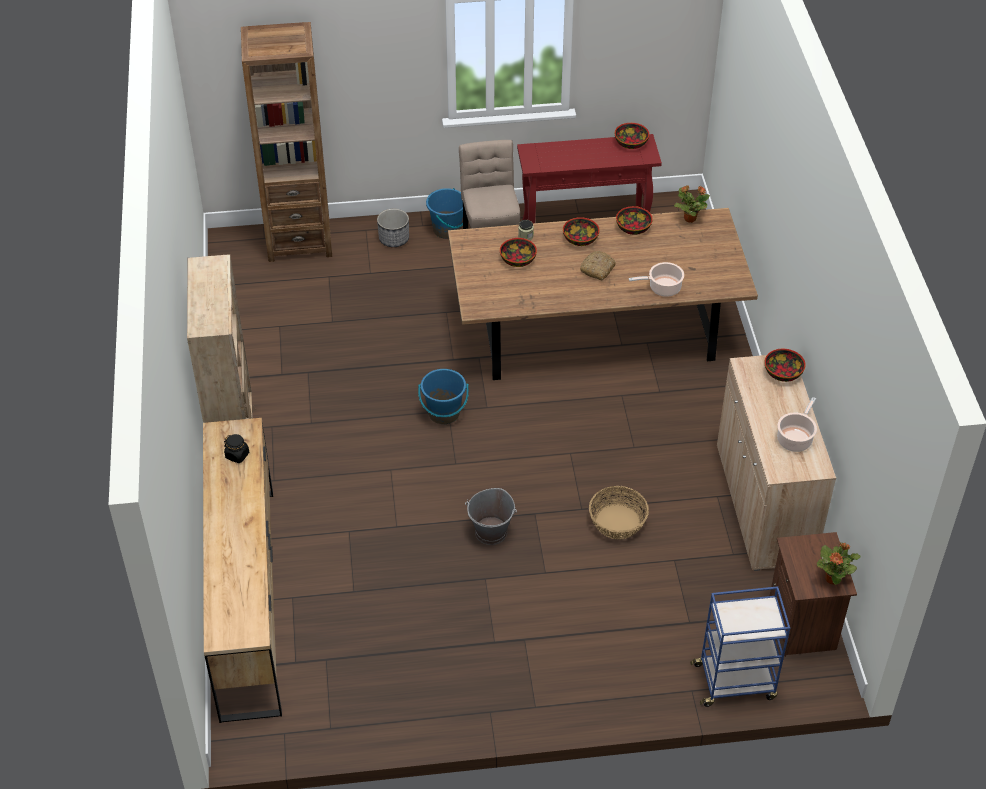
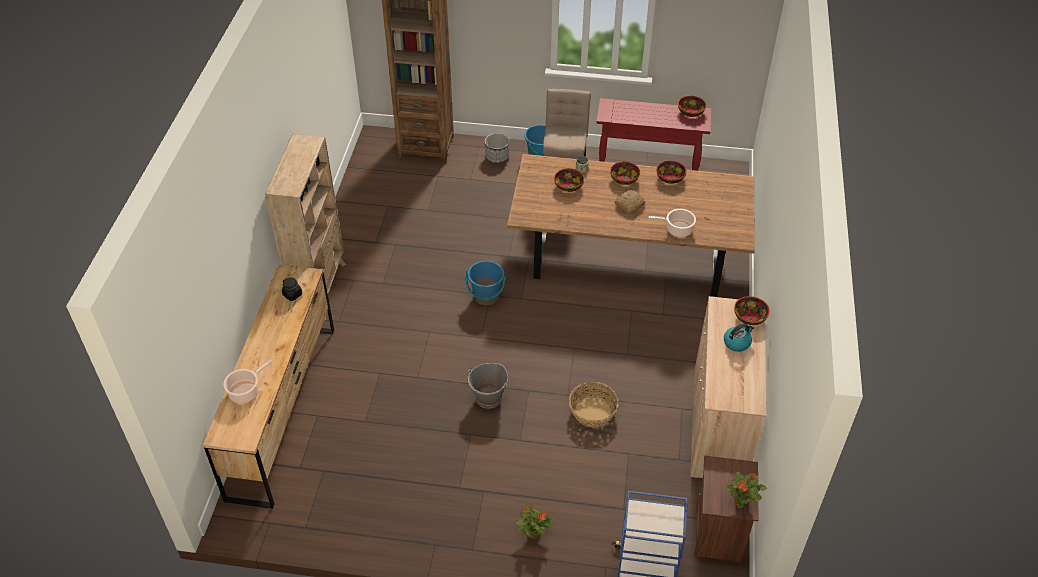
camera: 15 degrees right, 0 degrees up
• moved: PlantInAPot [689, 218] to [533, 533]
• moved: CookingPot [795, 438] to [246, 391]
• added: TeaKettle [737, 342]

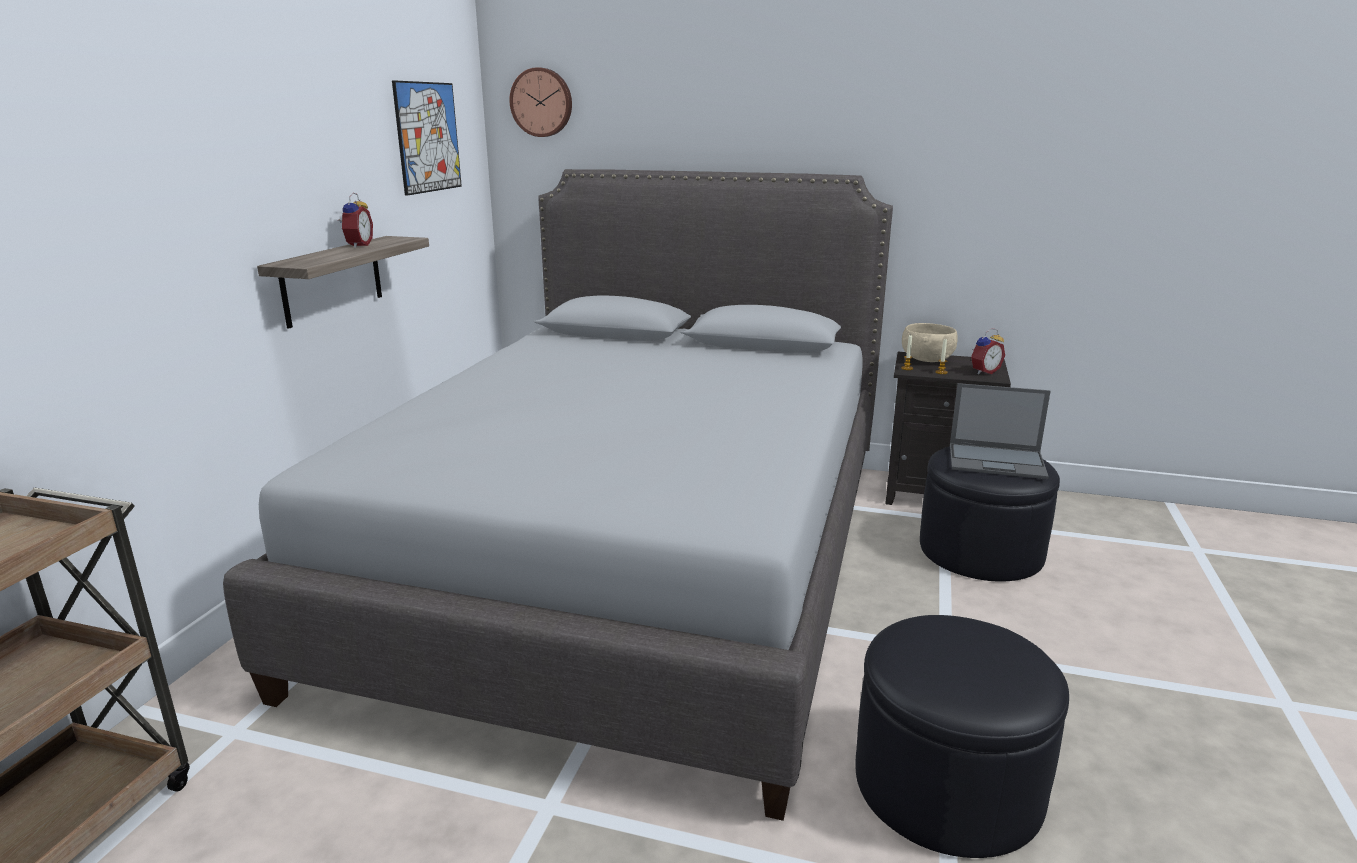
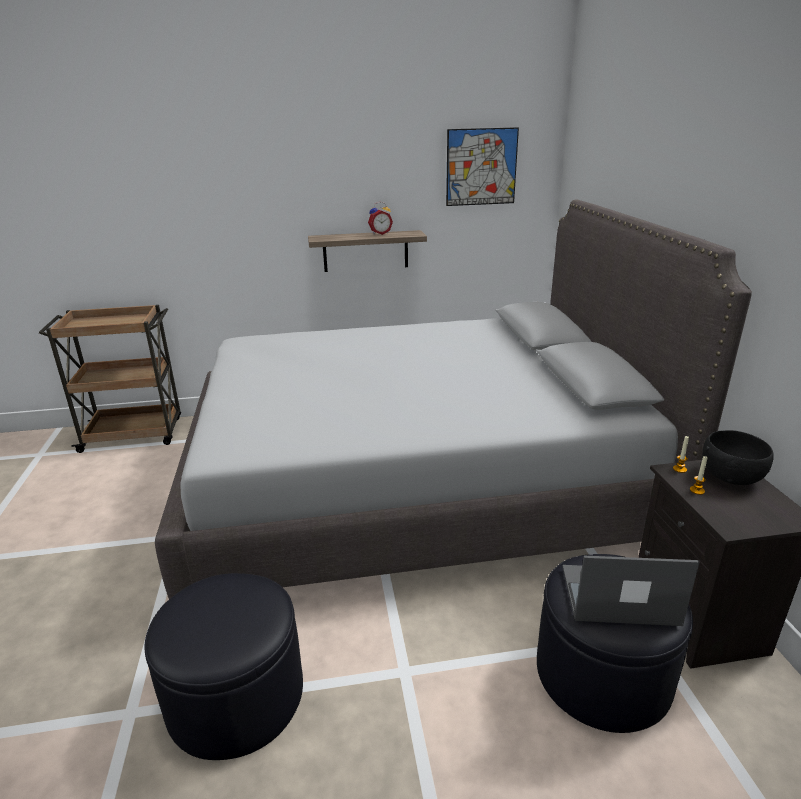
camera: 65 degrees right, 5 degrees up
• removed: HangingClock [542, 102]
• recoloured: BeigeColouredBowl [926, 360] to BlackishBowl [730, 476]
• turned: PortableComputer [997, 461] = [617, 595] 105 degrees clockwise
• removed: BedsideClock [983, 372]

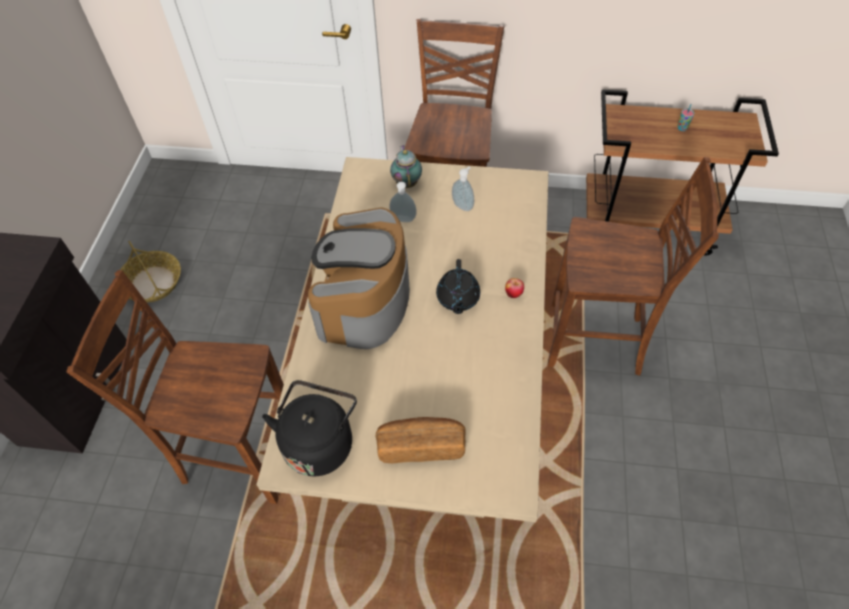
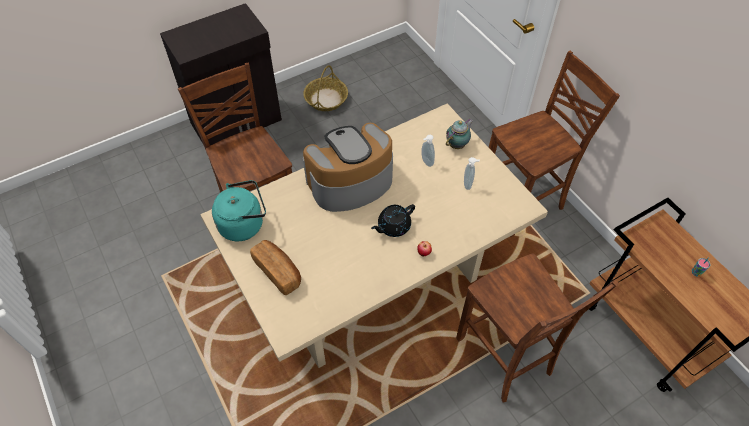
camera: 50 degrees right, 0 degrees up
• recoloured: BlackishTeaKettle [319, 442] to TurquoiseTeaKettle [244, 224]

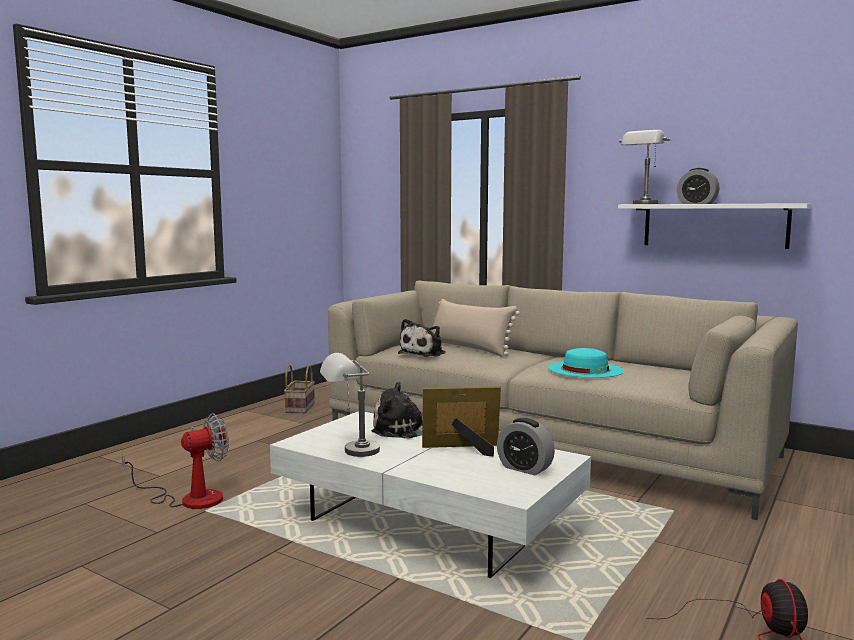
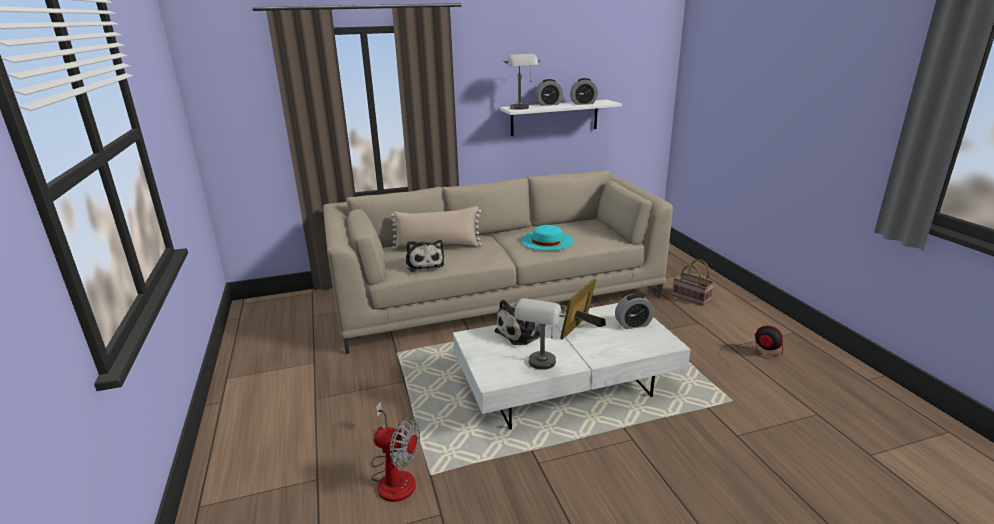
camera: 50 degrees left, 15 degrees up
• turned: ElectricFan [189, 499] = [394, 476] 105 degrees clockwise
• moved: Basket [299, 407] to [690, 297]
• added: BedsideClock [583, 103]

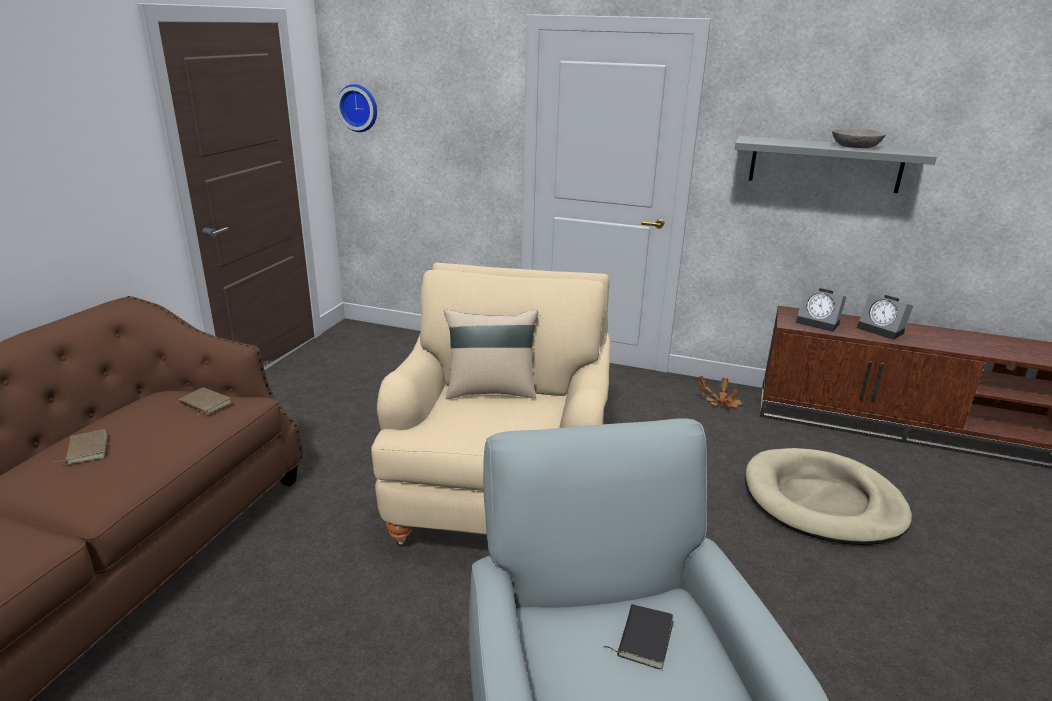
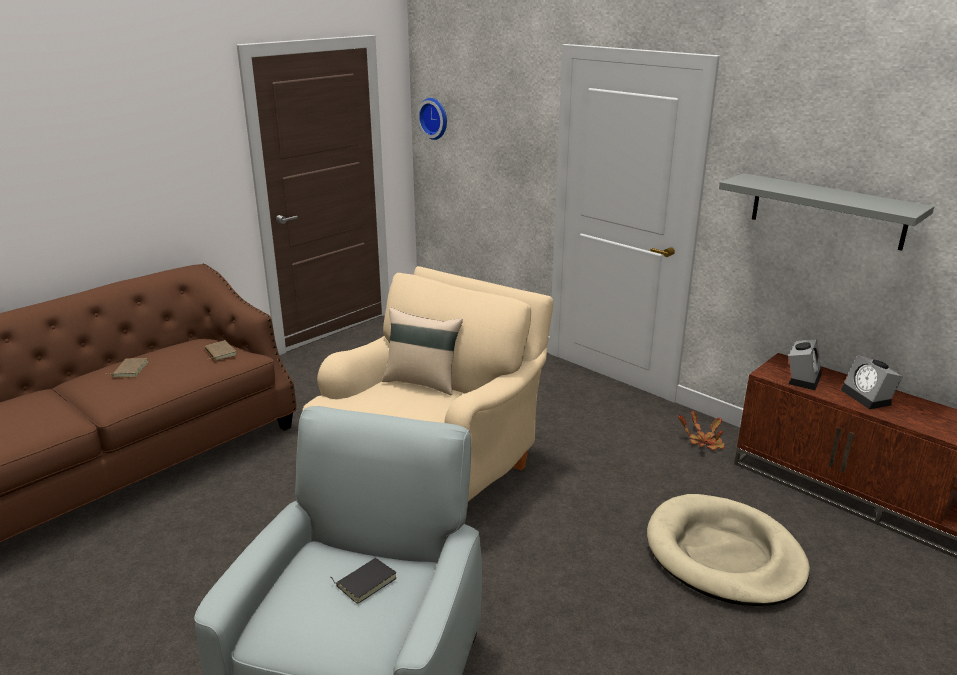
camera: 25 degrees right, 0 degrees up
• turned: BedsideClock [819, 323] = [802, 378] 120 degrees counterclockwise
• removed: GreyBowl [855, 146]

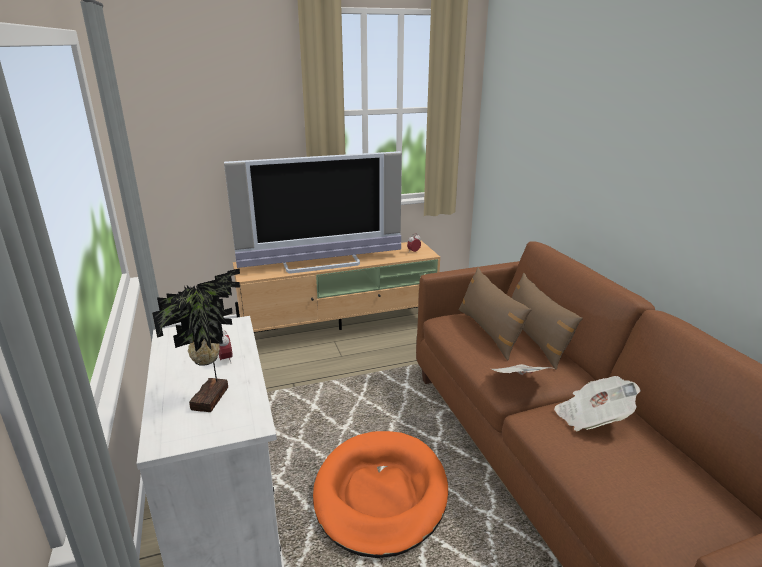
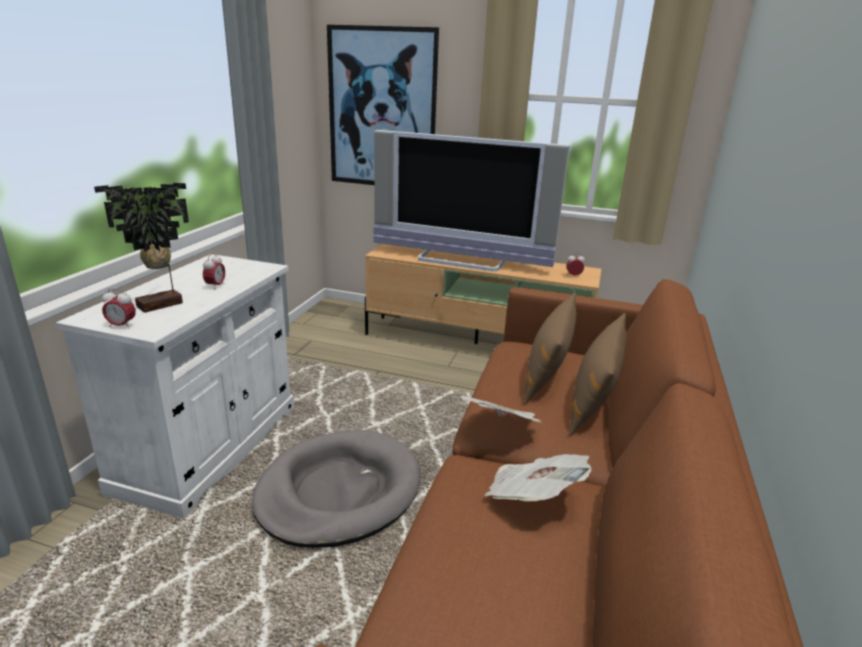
camera: 35 degrees right, 0 degrees up
• recoloured: OrangeDogCushion [380, 494] to GreyDogCushion [338, 492]
• added: BedsideClock [122, 326]
• added: Picture [382, 109]

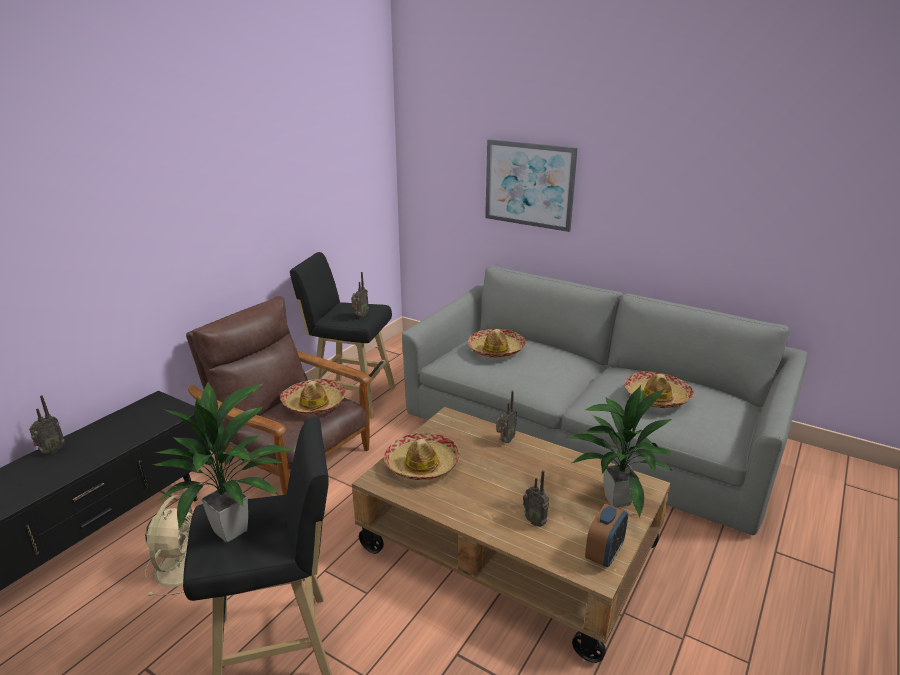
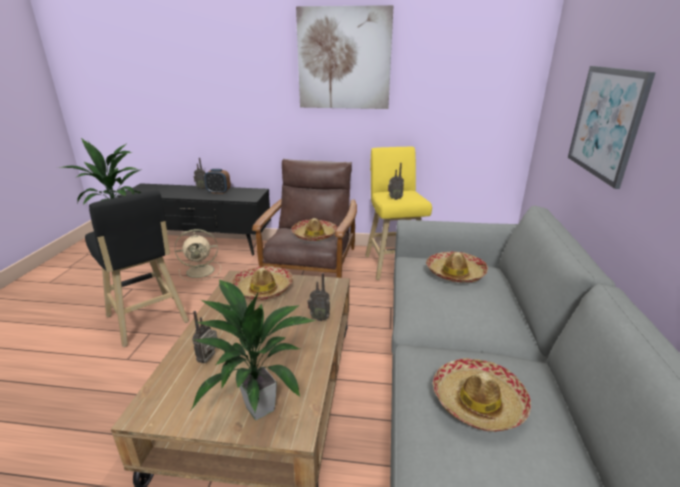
camera: 65 degrees right, 0 degrees up
• recoloured: BlackishStoolSeat [350, 397] to YellowStoolSeat [393, 264]
• moved: BedsideClock [604, 554] to [219, 192]
• added: Picture [344, 59]

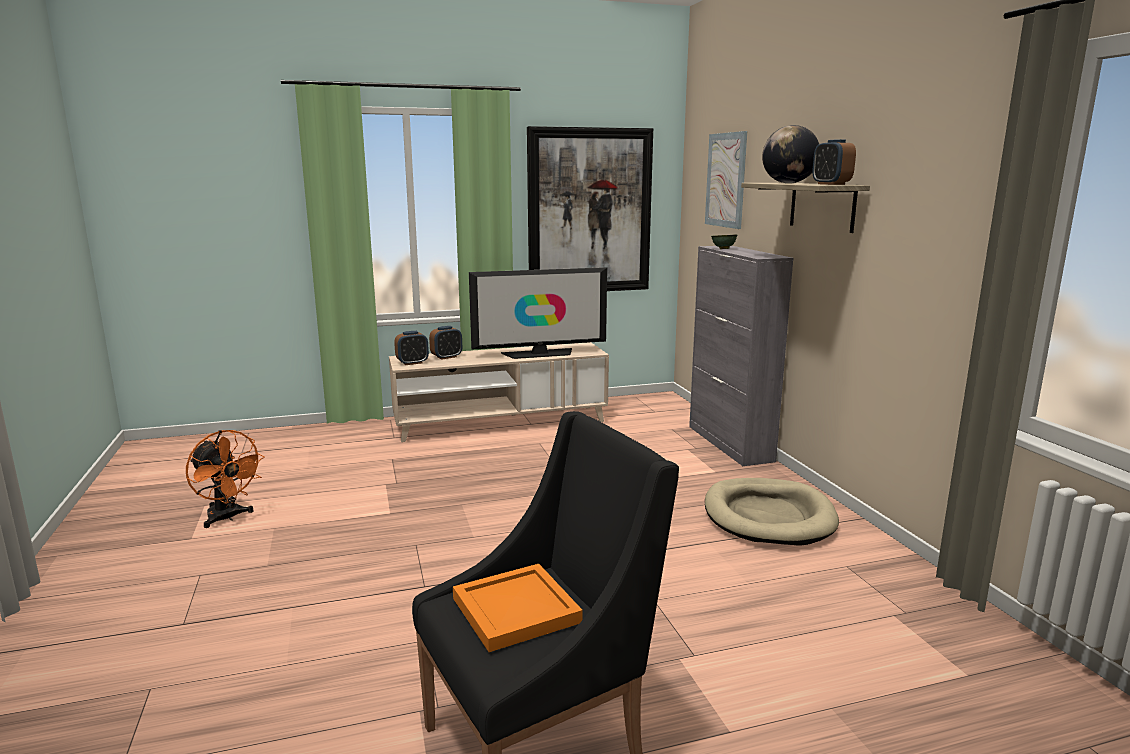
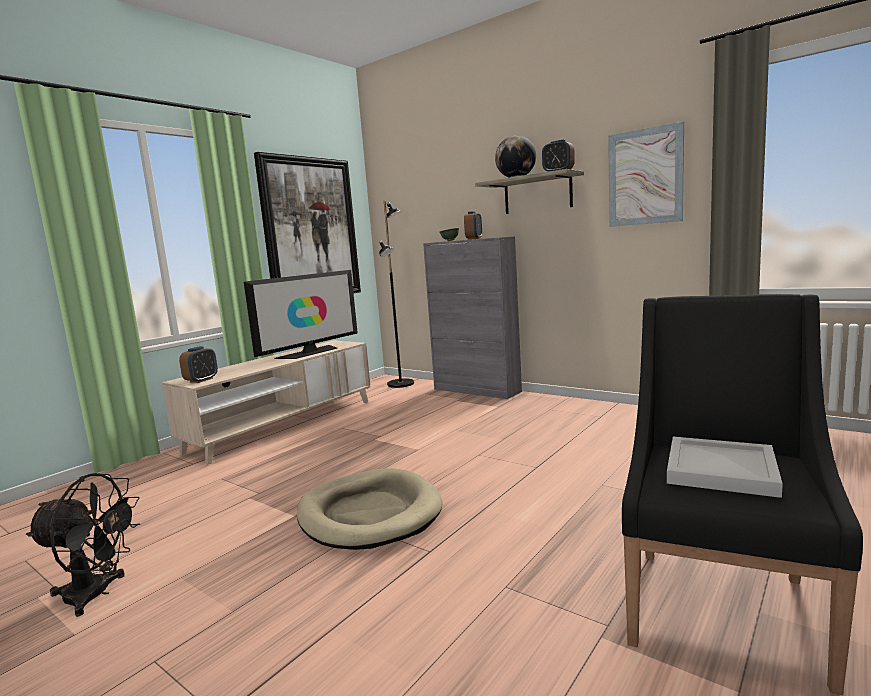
camera: 35 degrees left, 5 degrees down
• recoloured: OrangeElectricFan [227, 518] to BlackishElectricFan [97, 594]
• moved: BedsideClock [446, 357] to [474, 239]
• recoloured: OrangeCarryingTray [518, 610] to WhiteCarryingTray [722, 469]
• moved: Picture [726, 180] to [645, 177]
• moved: BeigeColouredDogCushion [768, 516] to [369, 514]
• added: BlackishStandingLamp [401, 384]

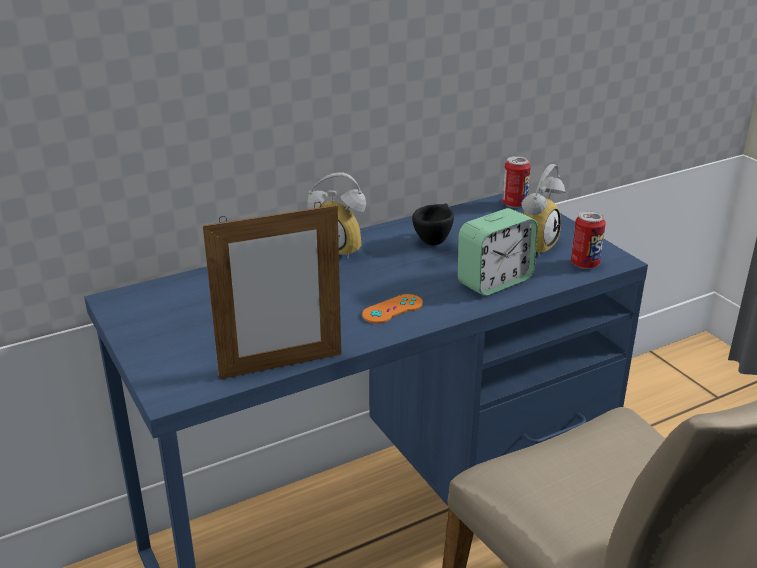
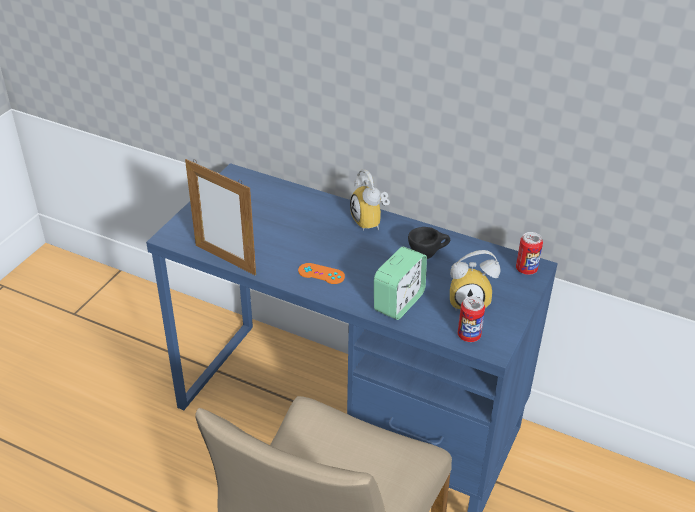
camera: 55 degrees right, 10 degrees up
• turned: BedsideClock [494, 281] = [398, 302] 75 degrees counterclockwise

